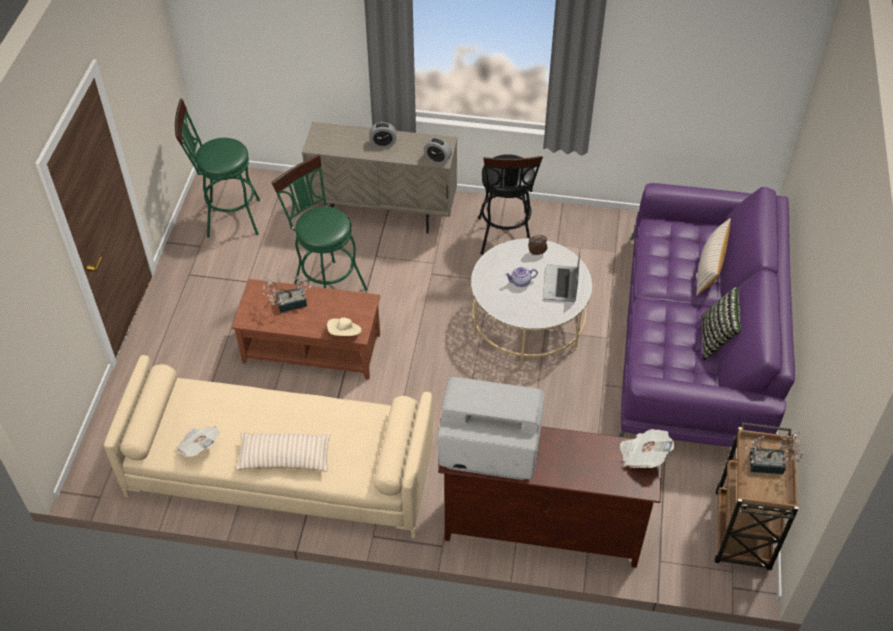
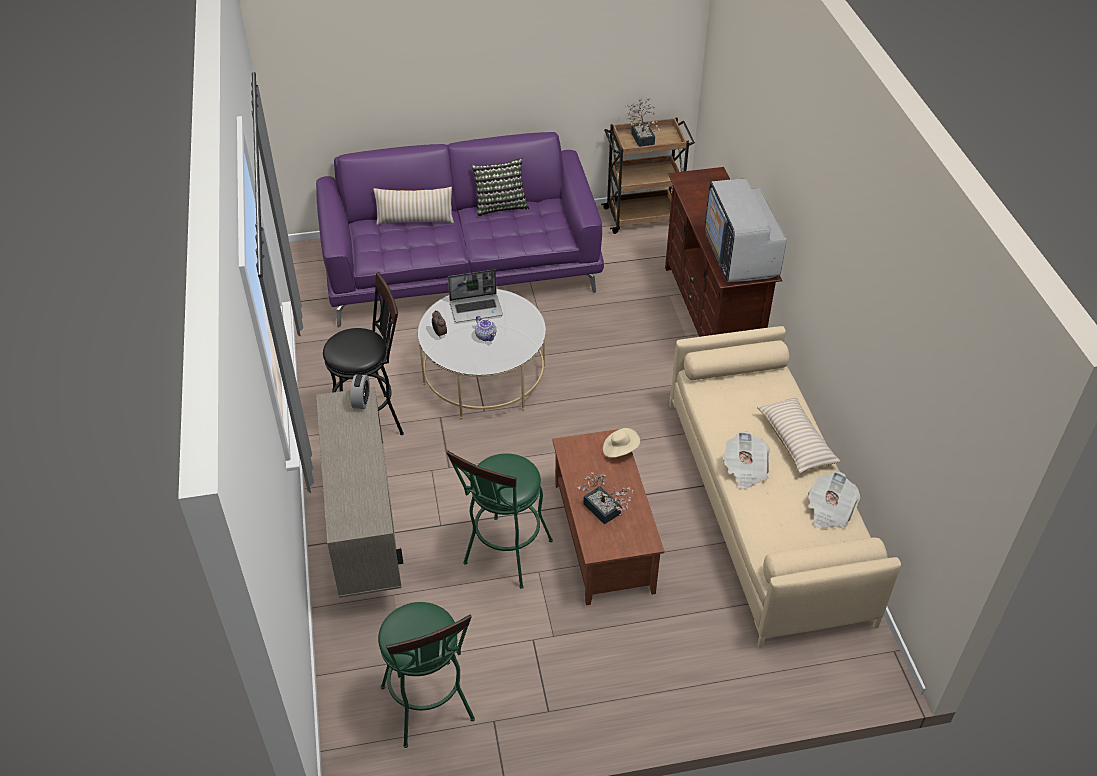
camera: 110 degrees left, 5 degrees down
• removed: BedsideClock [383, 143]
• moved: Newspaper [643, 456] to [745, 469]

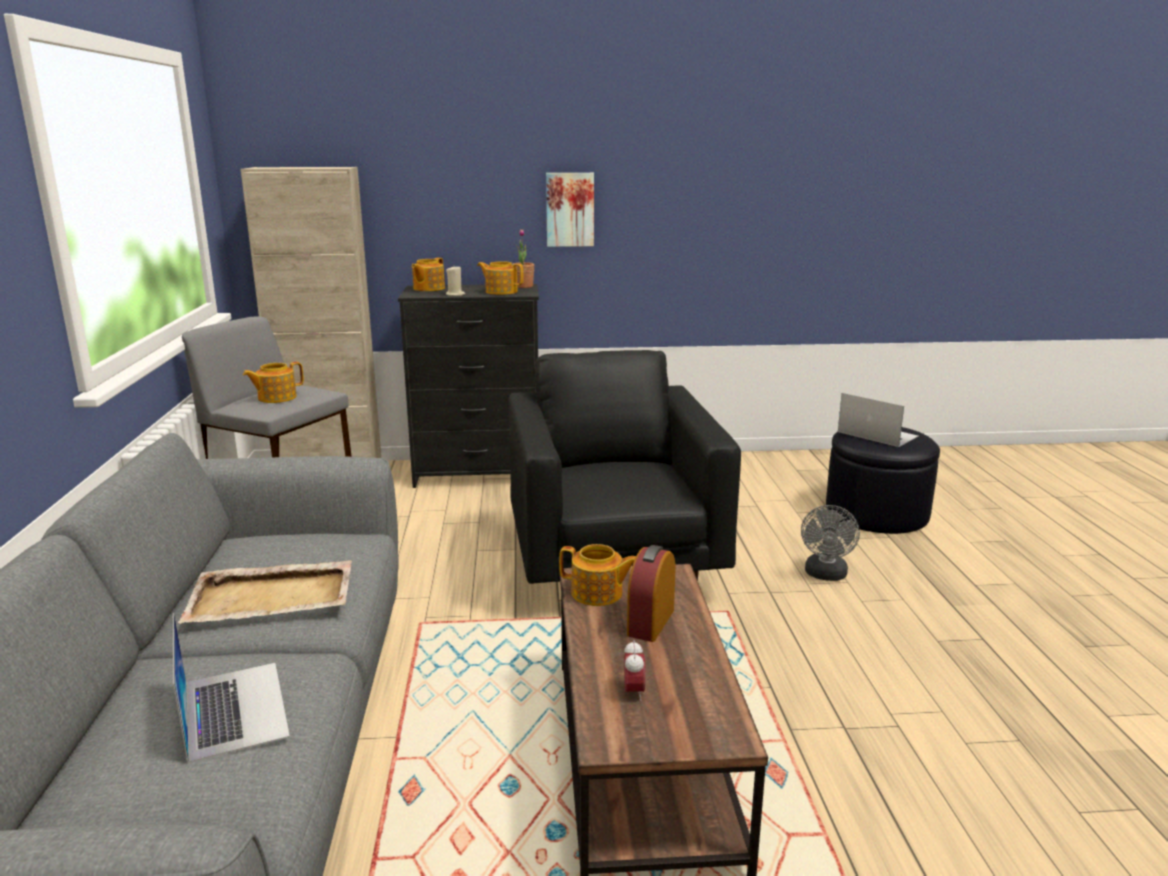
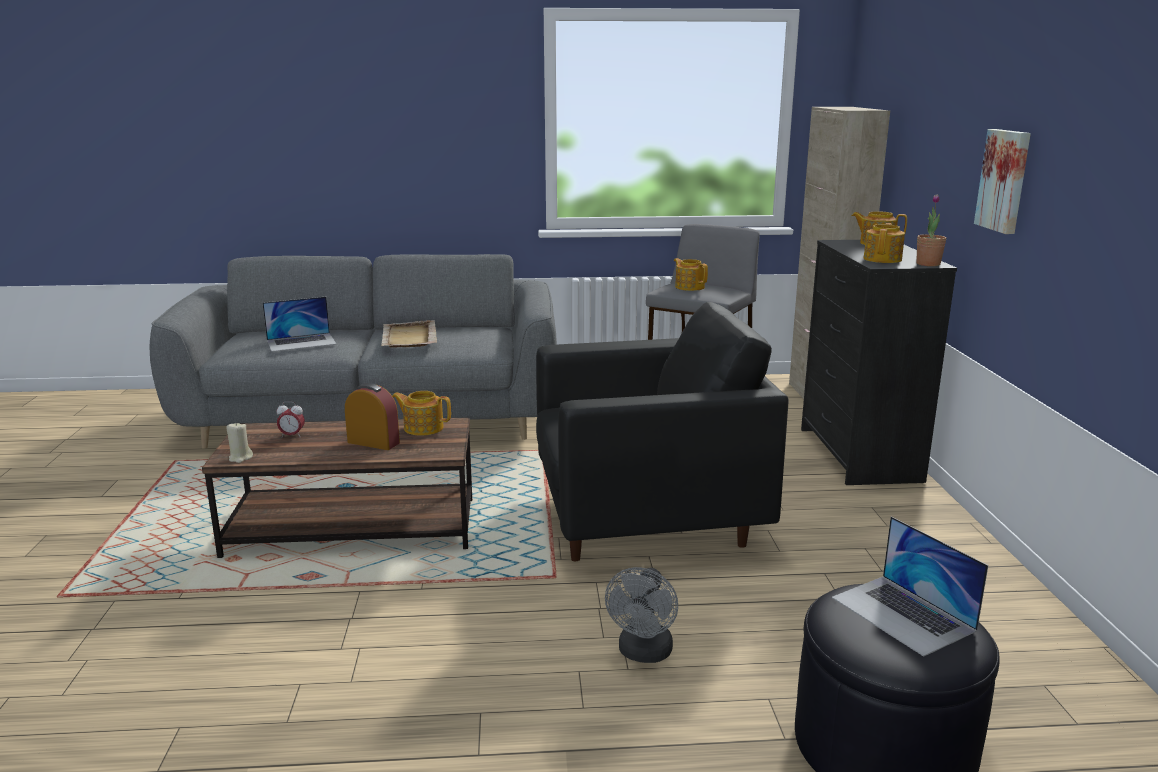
camera: 90 degrees right, 0 degrees up
• moved: BeigeColouredWaxLight [455, 294] to [240, 458]
• turned: PotForTea [598, 594] = [423, 428] 90 degrees clockwise
• turned: GreyElectricFan [825, 575] = [643, 653] 90 degrees counterclockwise
• turned: PortableComputer [877, 434] = [903, 614] 105 degrees clockwise

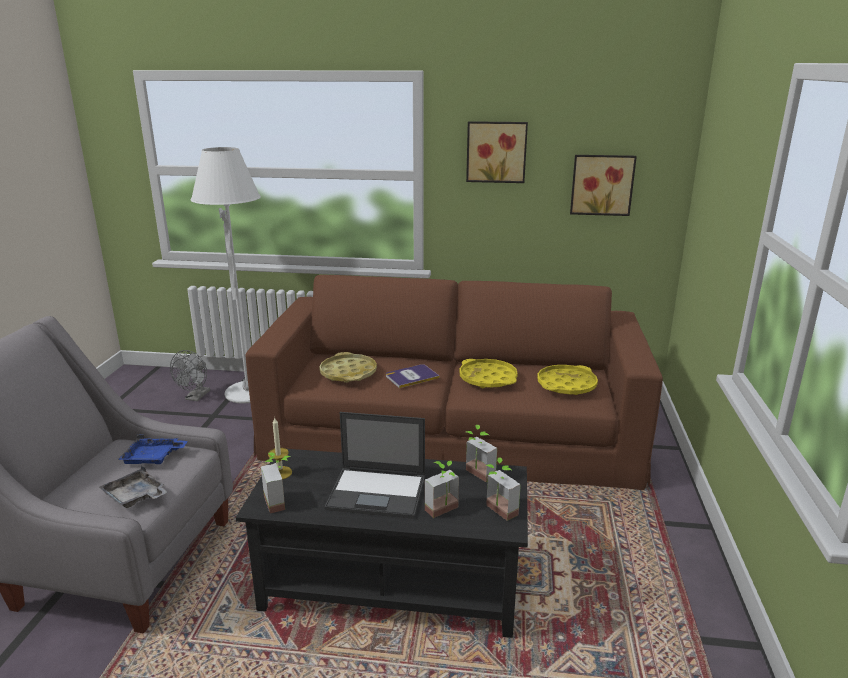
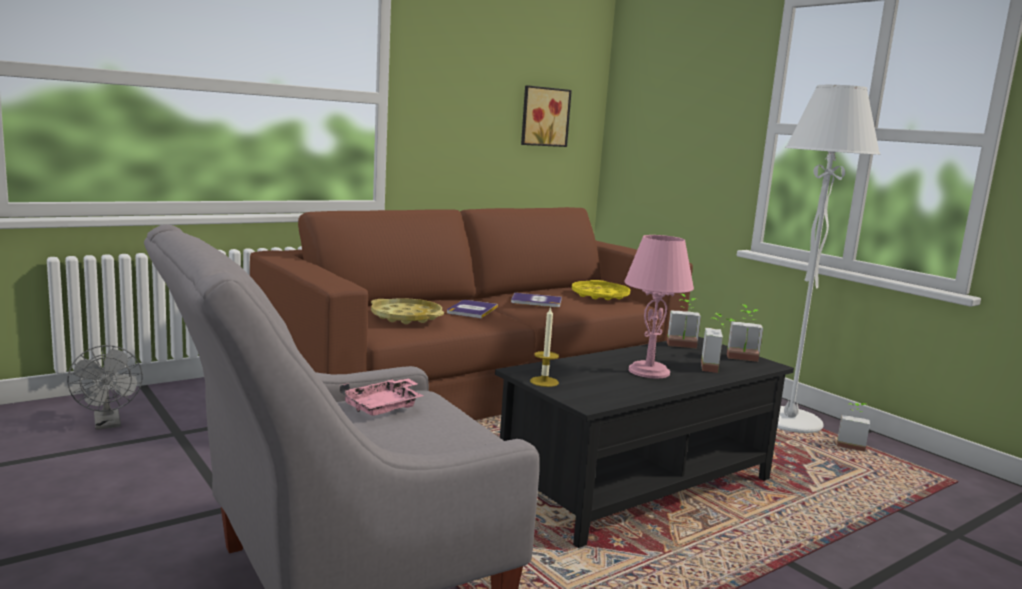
camera: 45 degrees left, 10 degrees down
• removed: GreyCarryingTray [135, 497]
• recoloured: BlueCarryingTray [153, 458] to PinkishCarryingTray [384, 407]
• moved: WhiteStandingLamp [248, 393] to [790, 422]
• moved: PlantInAPot [281, 501] to [850, 446]
• replaced: PortableComputer [378, 492] to PinkishLampForATable [649, 371]
• replaced: YellowCarryingTray [487, 378] to Book [536, 301]
• removed: Picture [496, 152]

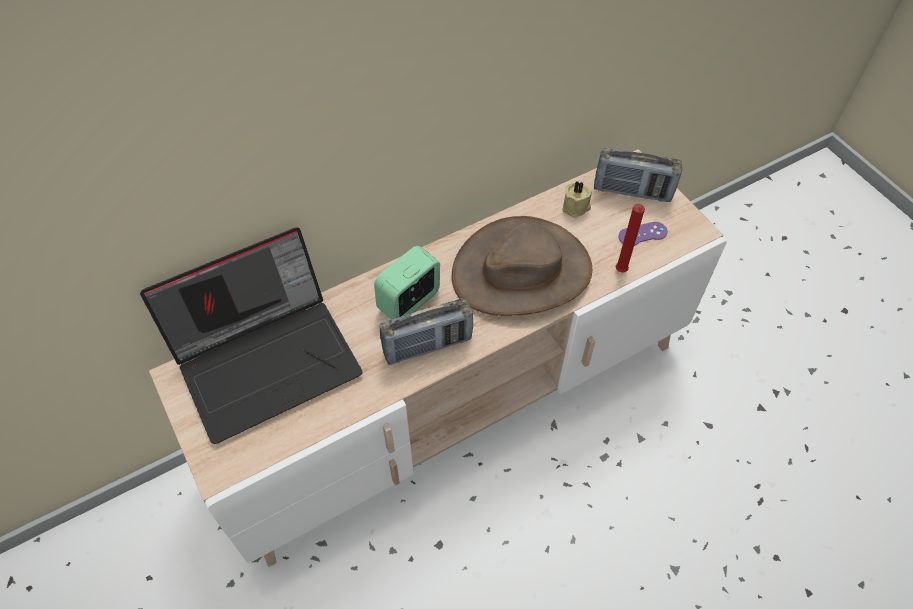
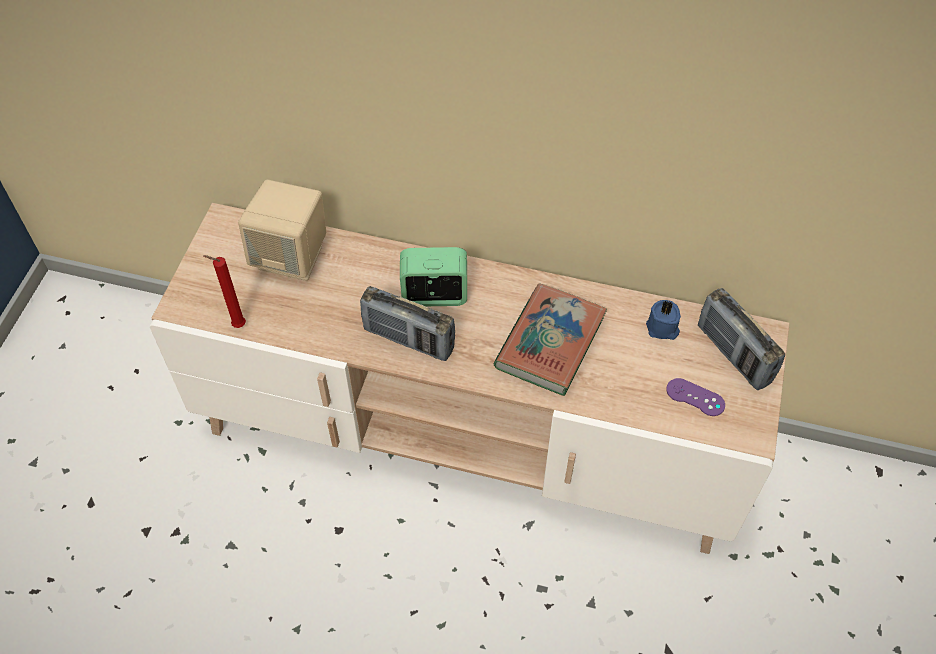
camera: 45 degrees right, 0 degrees up
• replaced: PortableComputer [268, 359] to BeigeColouredSpeaker [291, 257]
• replaced: BrownishHat [521, 271] to Book [550, 343]
• recoloured: BeigeColouredWaxLight [576, 208] to BlueWaxLight [662, 329]
• moved: RedColouredWaxLight [619, 272] to [237, 325]

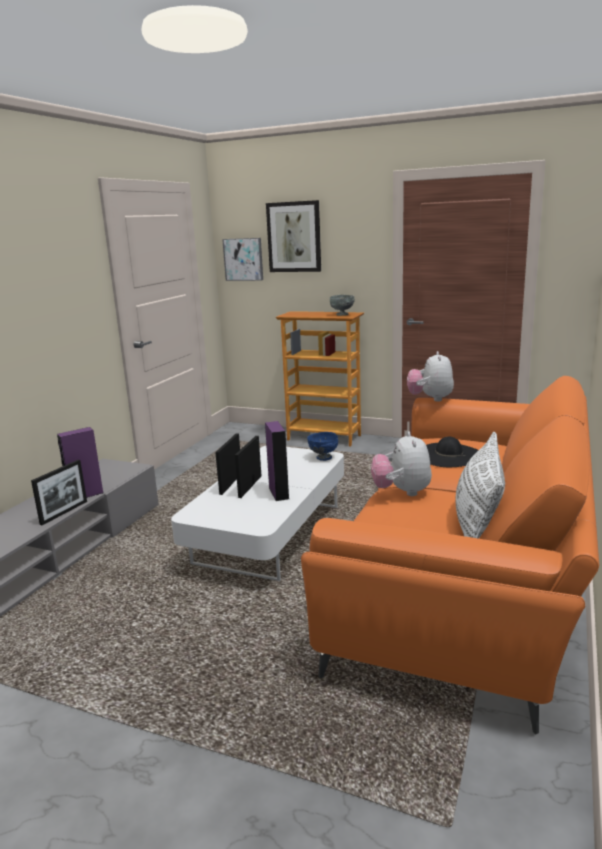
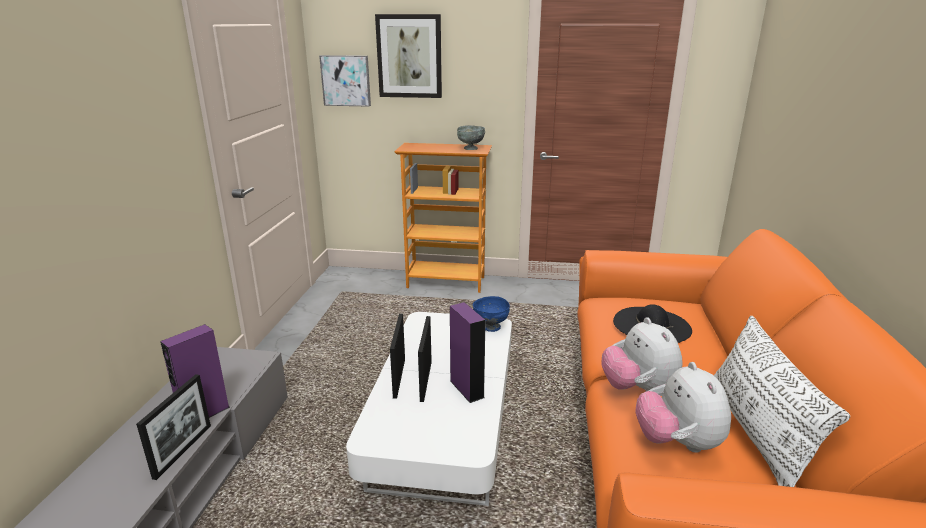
camera: 15 degrees left, 5 degrees up
• moved: PlushToy [430, 399] to [677, 443]

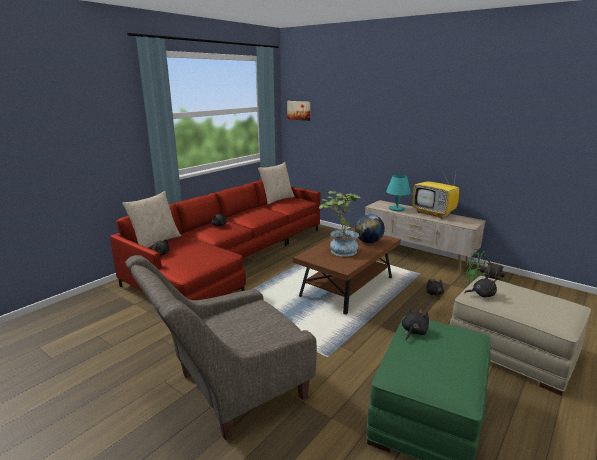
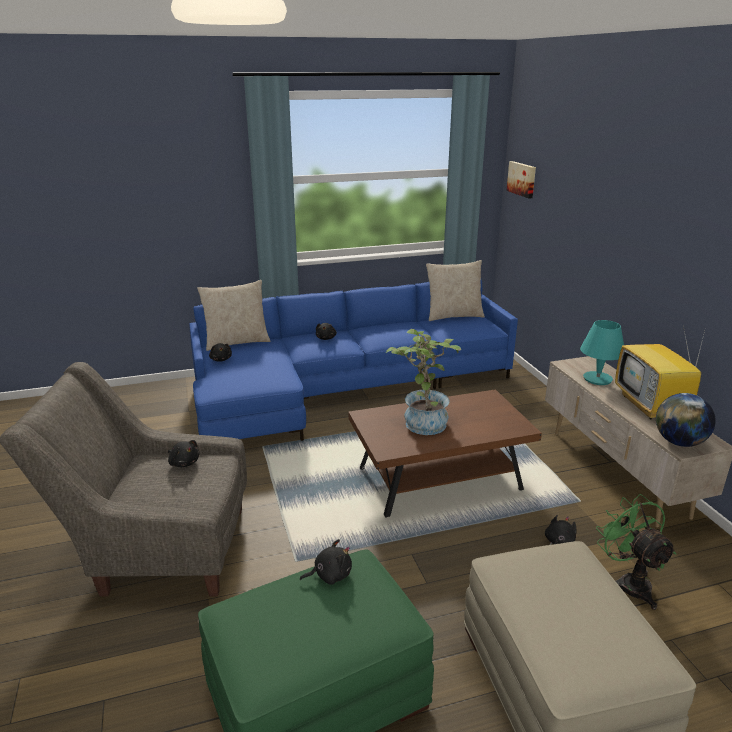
camera: 35 degrees right, 5 degrees up
• recoloured: RedColouredCouch [231, 260] to BlueCouch [341, 389]
• moved: WorldGlobe [368, 242] to [679, 442]
• moved: BlackishPlushToy [481, 295] to [184, 463]

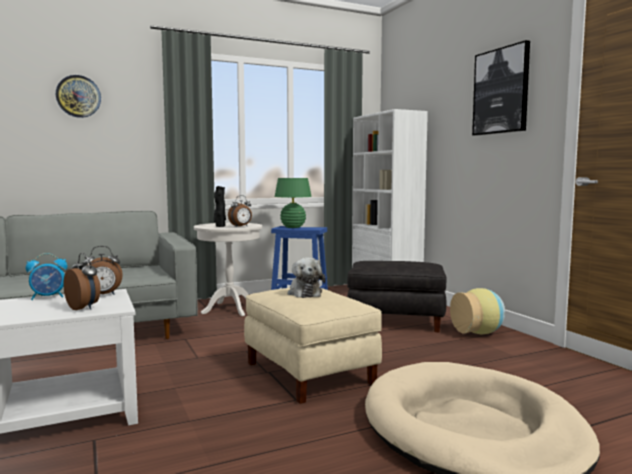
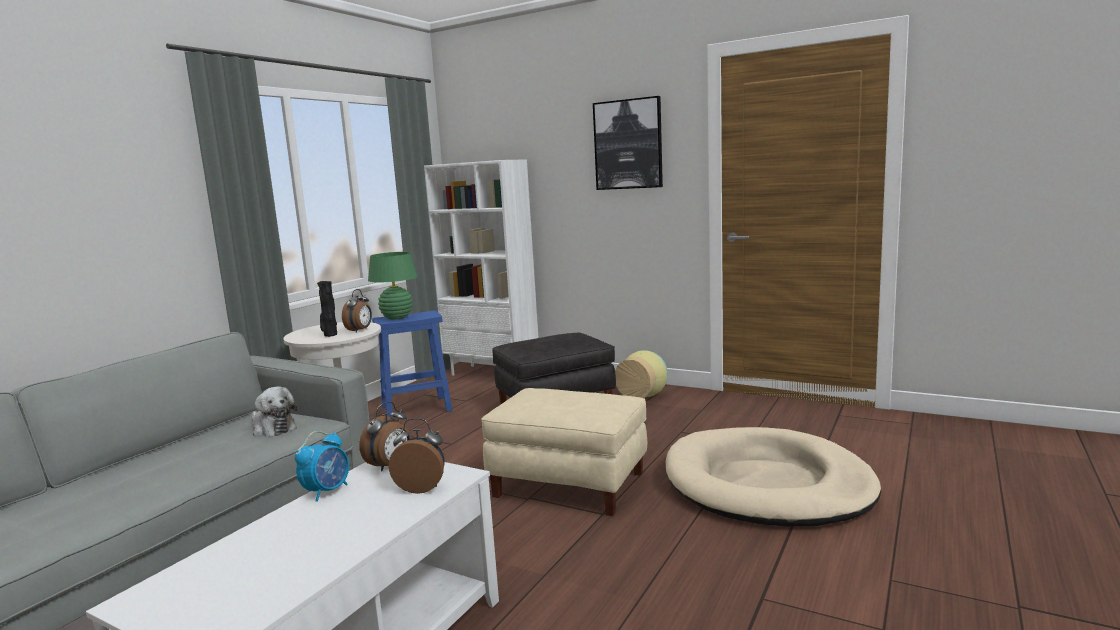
camera: 35 degrees left, 5 degrees up
• removed: HangingClock [78, 96]
• moved: PlushToy [304, 293] to [272, 428]

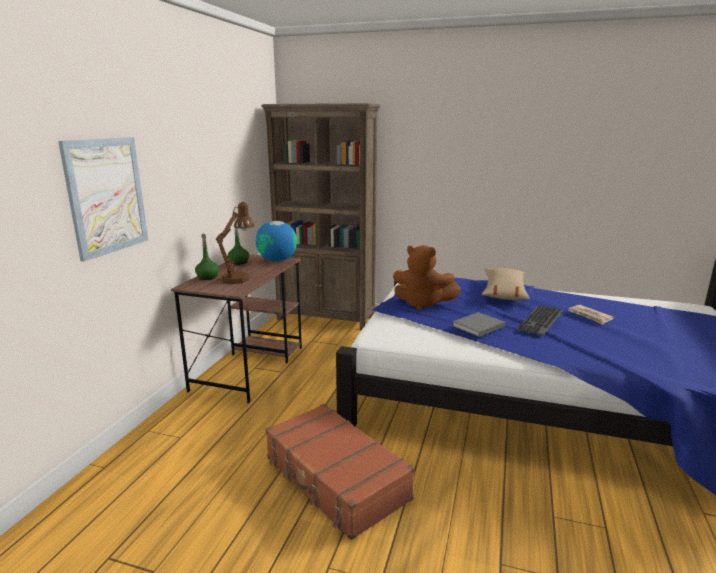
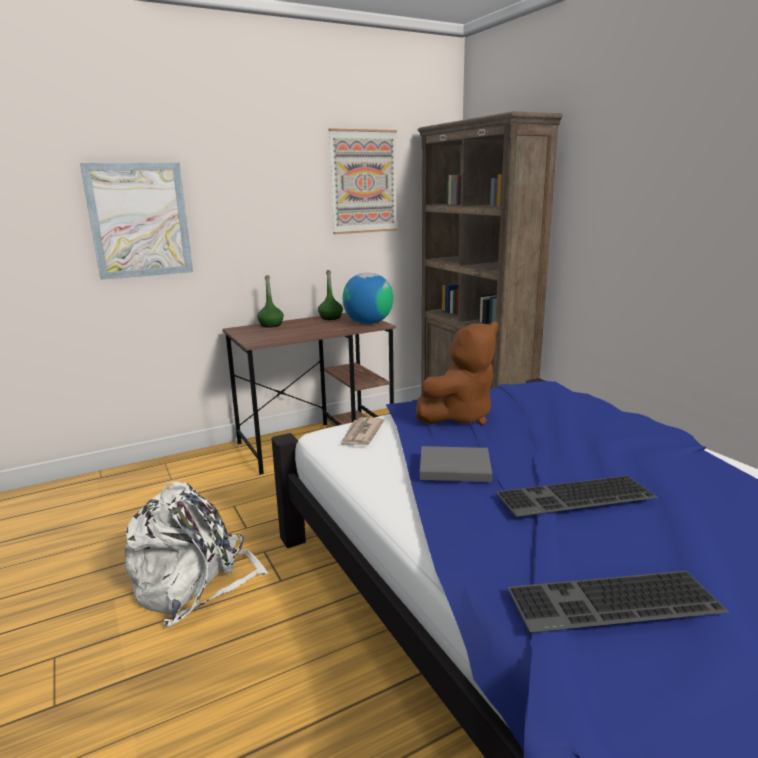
camera: 45 degrees right, 0 degrees up
• removed: BrownishLampForATable [239, 278]
• replaced: BrownishSuitcase [335, 479] to WhiteKnapsack [195, 584]
• turned: BrownishPlushToy [422, 304] = [459, 417] 105 degrees counterclockwise
• removed: BeigeColouredCushion [504, 292]
• moved: Newspaper [590, 316] to [361, 434]
• added: Picture [363, 182]
• added: PcKeyboard [613, 604]

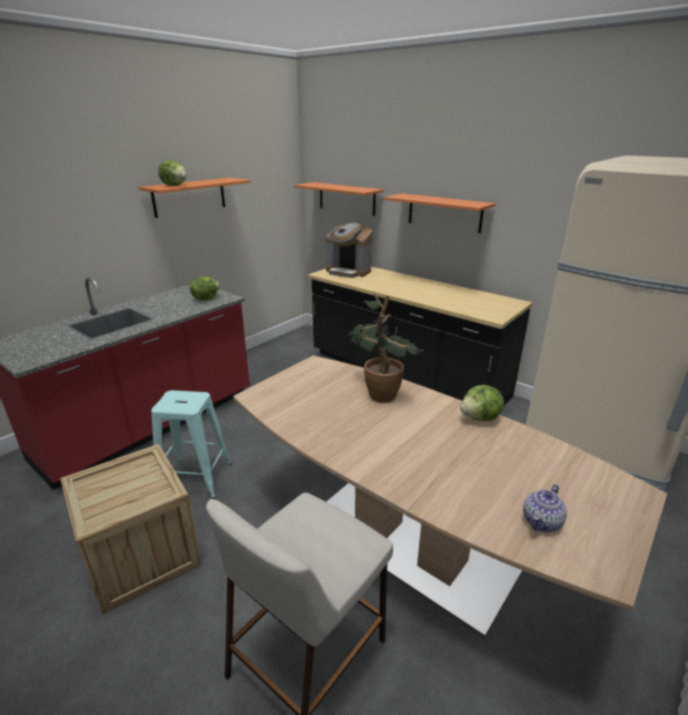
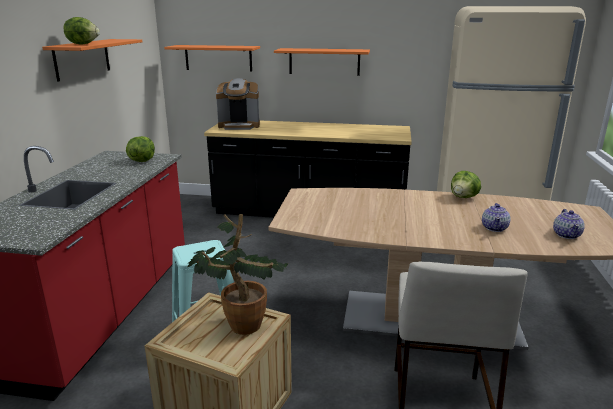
camera: 30 degrees left, 5 degrees down
• moved: PlantInAPot [379, 392] to [240, 322]
• added: PotForTea [494, 228]

